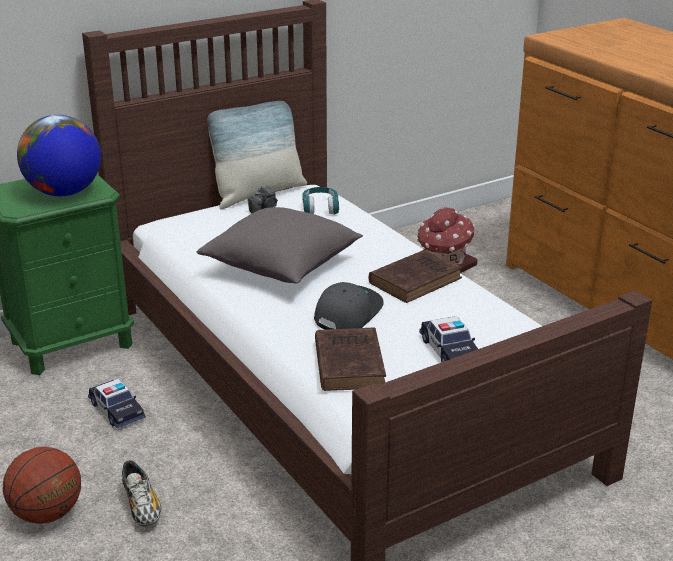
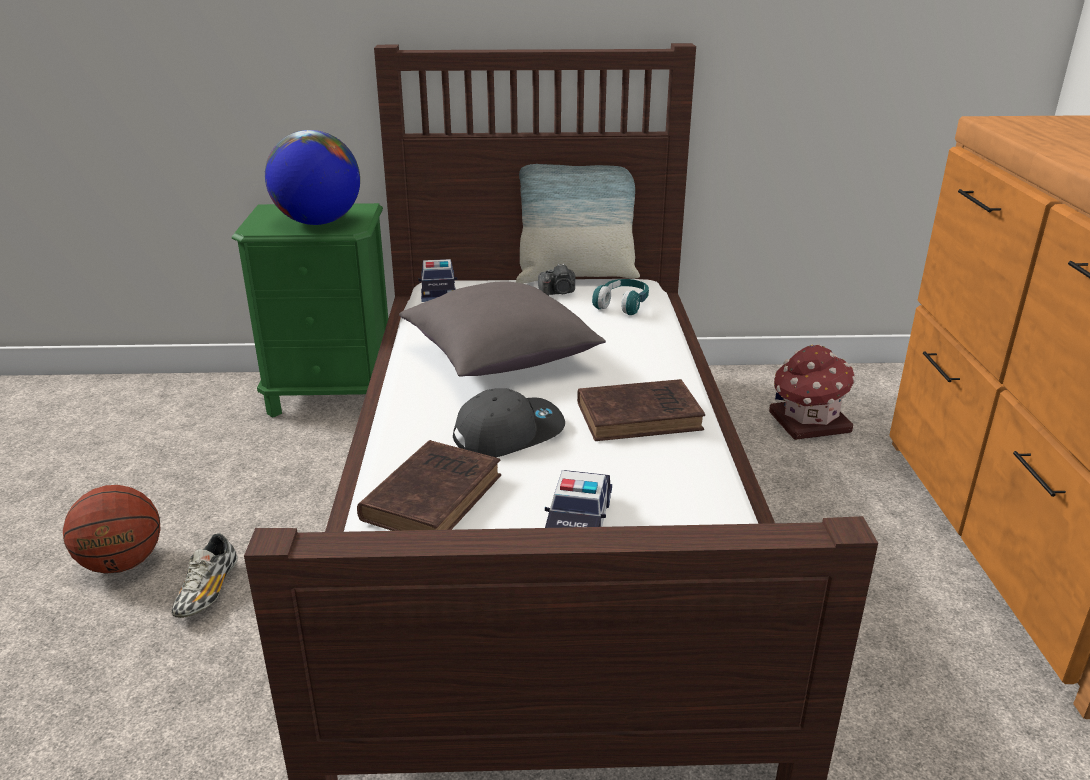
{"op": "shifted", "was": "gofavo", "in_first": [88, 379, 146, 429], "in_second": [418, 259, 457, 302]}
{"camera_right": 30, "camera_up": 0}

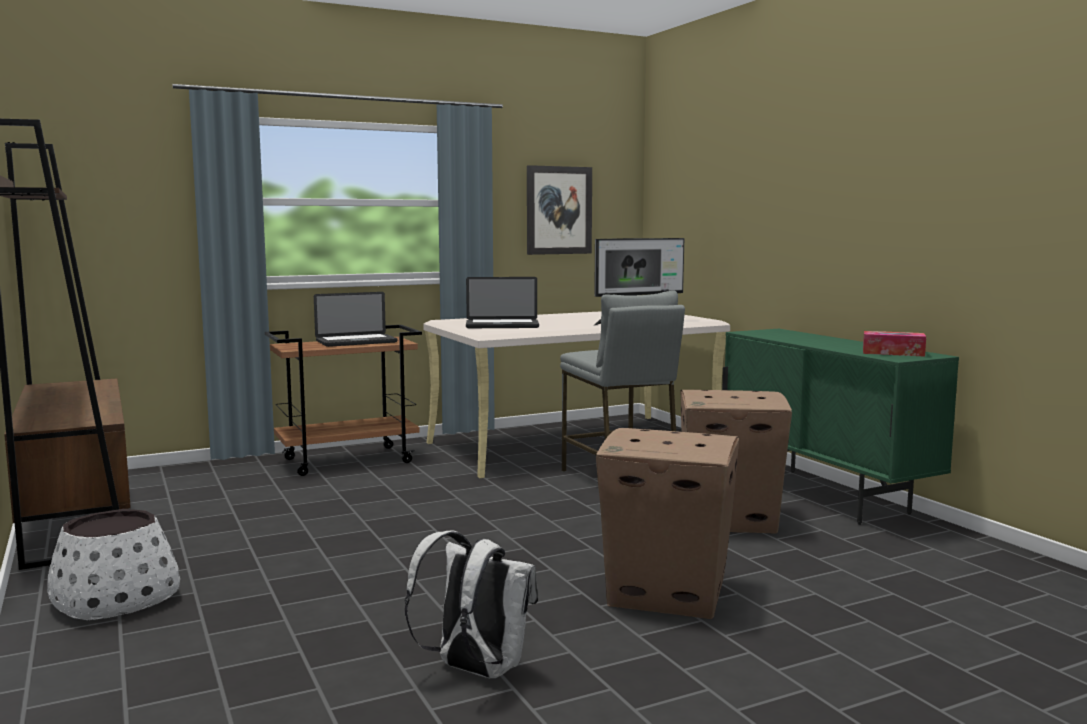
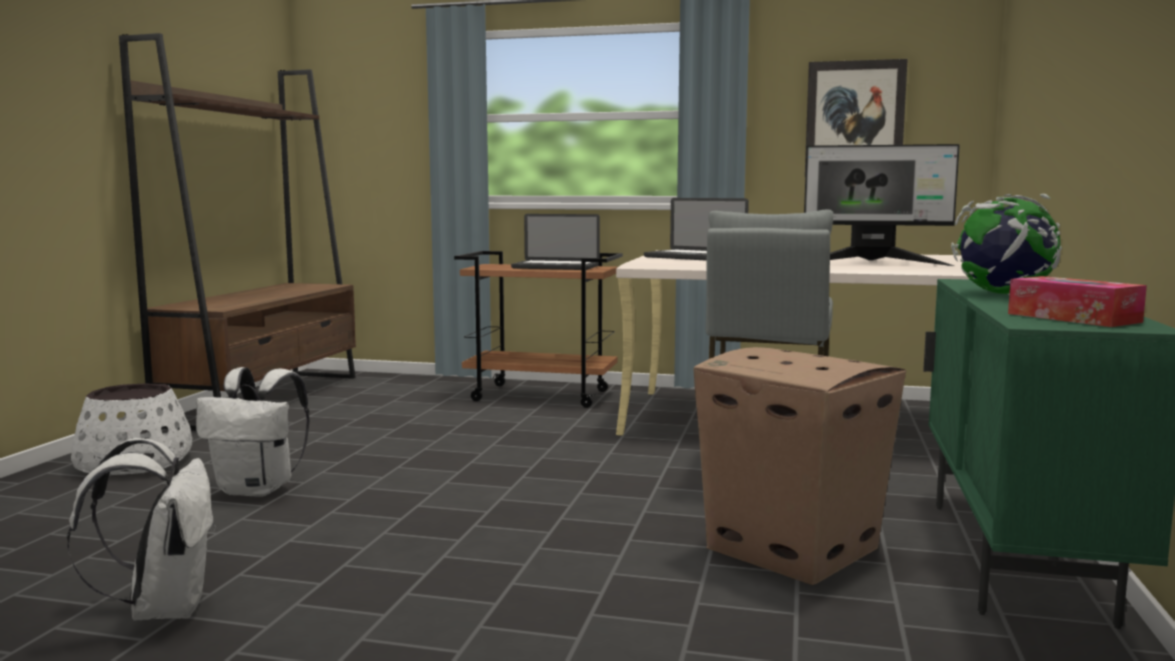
{"op": "gone", "was": "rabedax", "in_first": [596, 428, 739, 619]}
{"op": "new", "now": "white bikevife", "in_second": [196, 367, 310, 497]}
{"op": "new", "now": "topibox", "in_second": [951, 194, 1062, 294]}
{"camera_right": 40, "camera_up": 0}

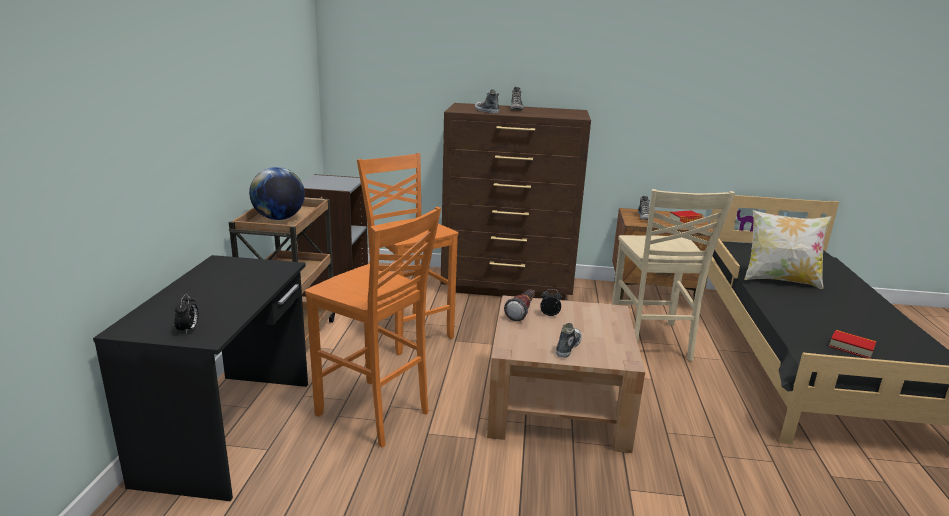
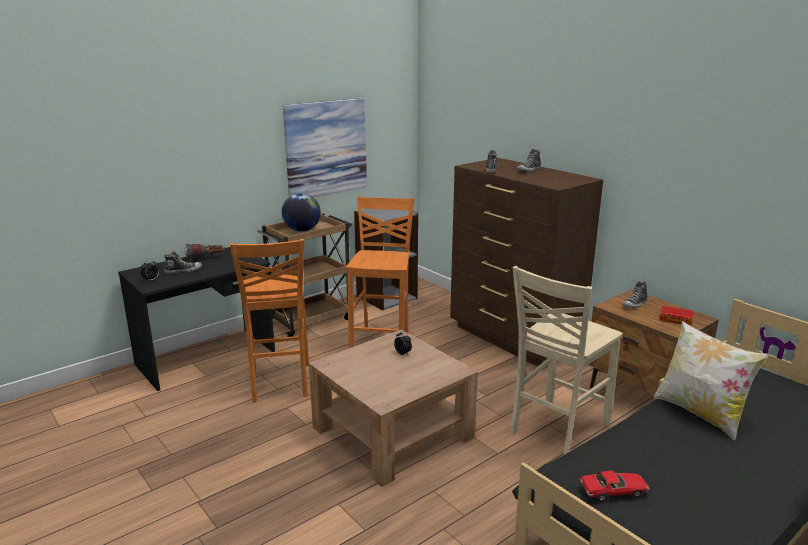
{"op": "new", "now": "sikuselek", "in_second": [283, 98, 367, 197]}
{"op": "shifted", "was": "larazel", "in_first": [504, 289, 535, 321], "in_second": [185, 243, 225, 261]}
{"op": "shifted", "was": "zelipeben", "in_first": [556, 323, 582, 358], "in_second": [164, 251, 202, 274]}
{"op": "swapped", "was": "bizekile", "now": "gofavo", "in_first": [829, 330, 877, 359], "in_second": [580, 470, 649, 502]}
{"camera_right": 45, "camera_up": 0}

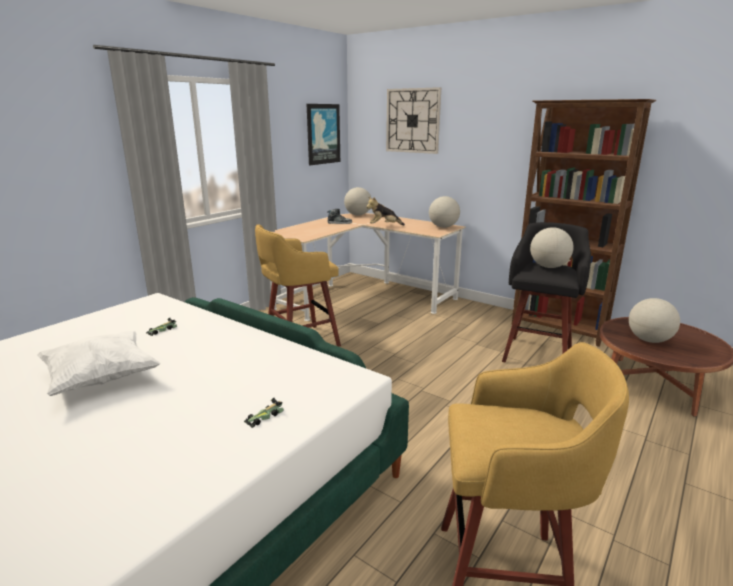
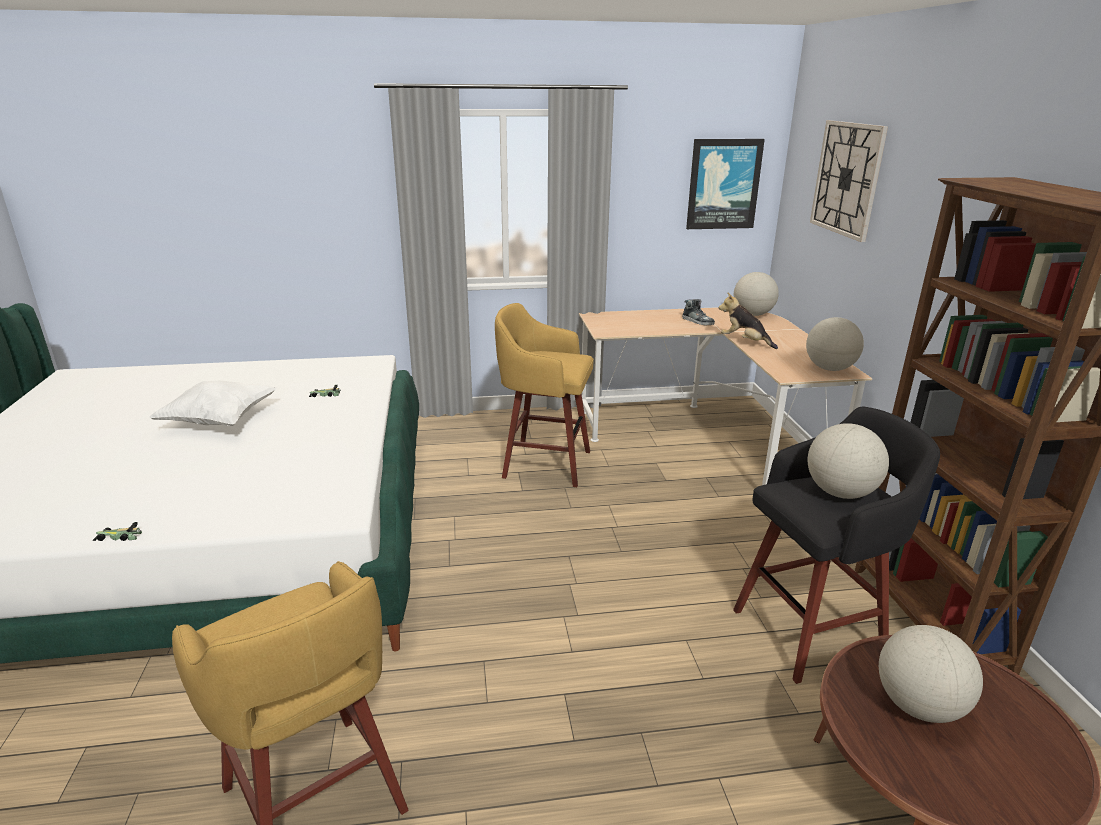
{"op": "shifted", "was": "gofavo", "in_first": [244, 397, 284, 428], "in_second": [92, 522, 142, 541]}
{"camera_right": 45, "camera_up": 5}

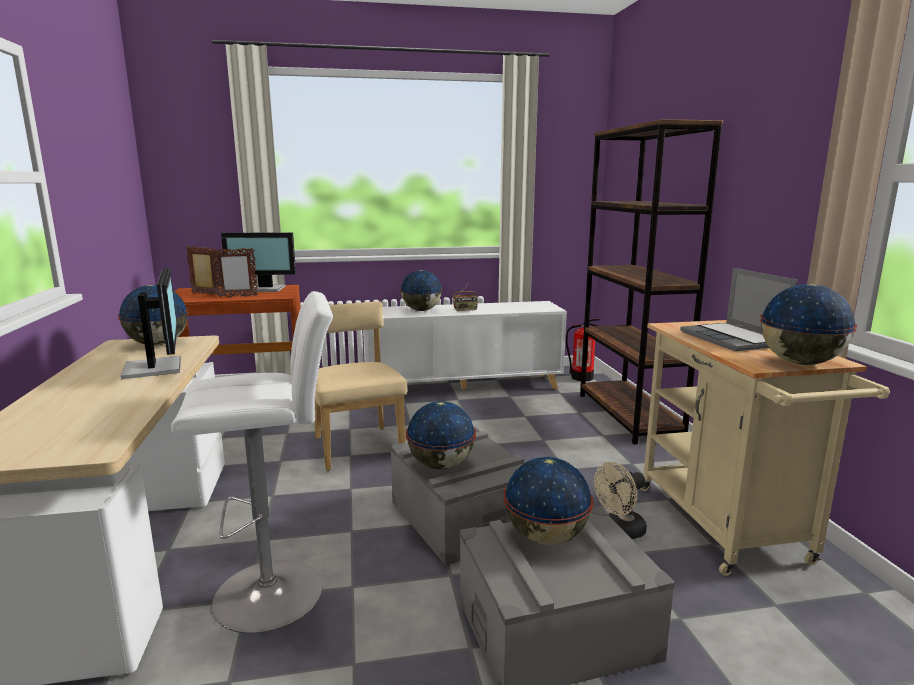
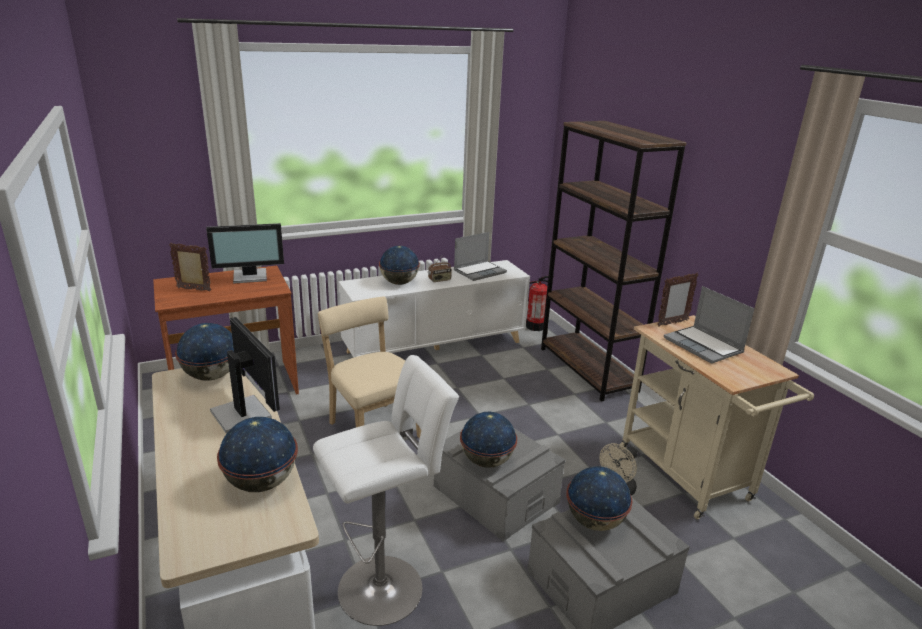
{"op": "new", "now": "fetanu", "in_second": [454, 232, 507, 281]}
{"op": "shifted", "was": "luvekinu", "in_first": [212, 248, 258, 297], "in_second": [657, 273, 698, 326]}
{"op": "shifted", "was": "topibox", "in_first": [760, 284, 857, 365], "in_second": [217, 417, 298, 492]}
{"camera_right": -15, "camera_up": 10}

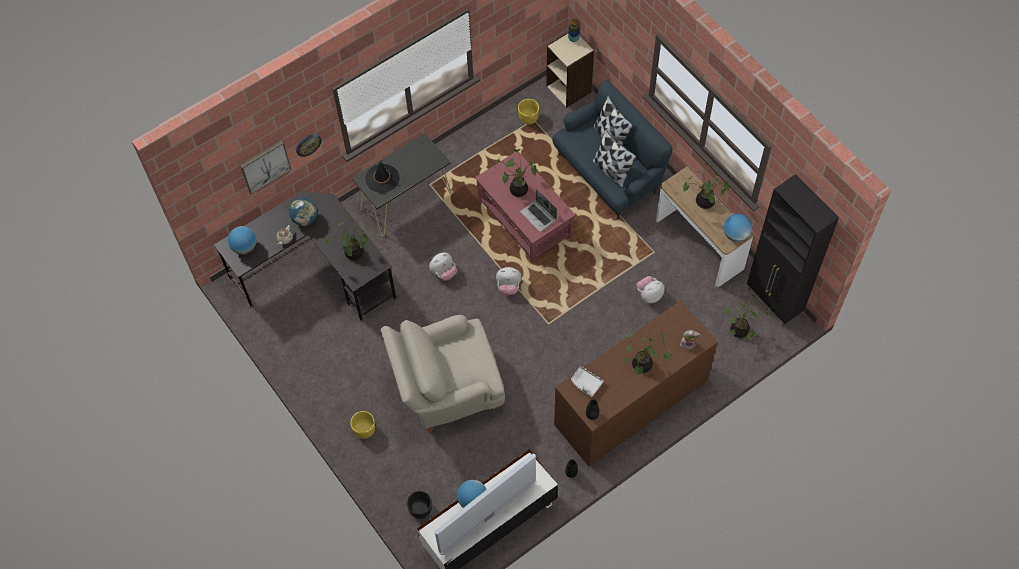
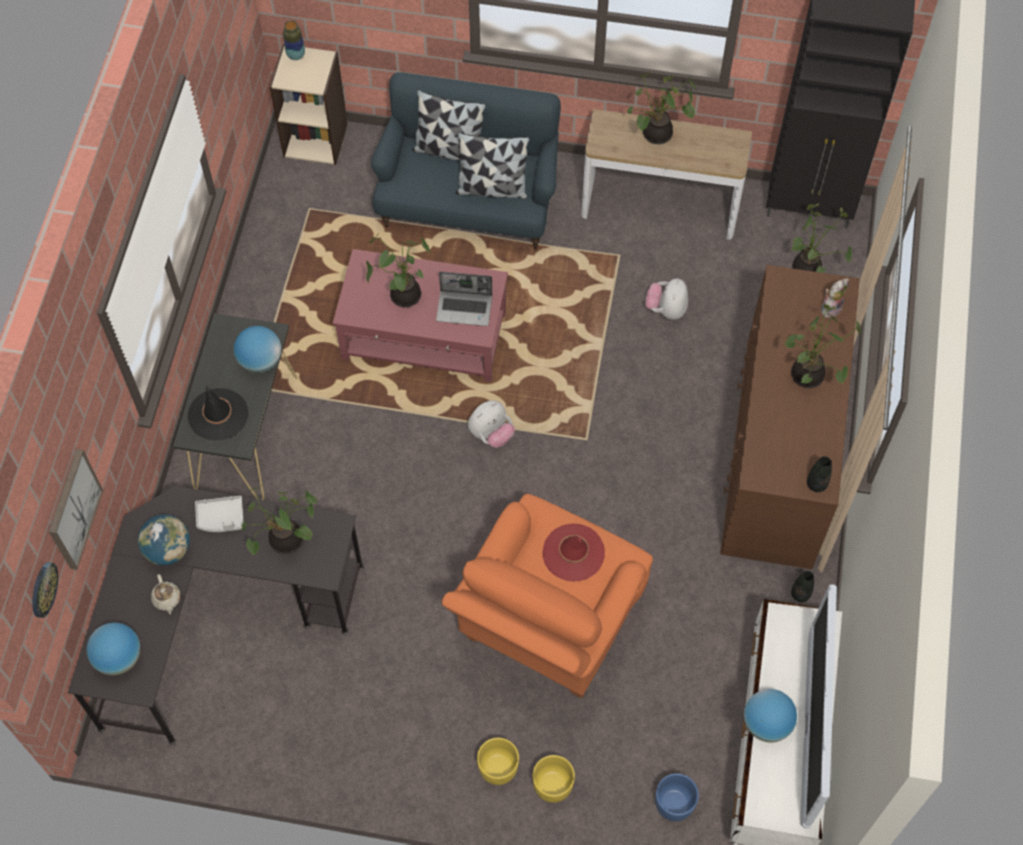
{"op": "gone", "was": "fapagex", "in_first": [429, 252, 457, 281]}
{"op": "new", "now": "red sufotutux", "in_second": [542, 523, 605, 581]}
{"op": "shifted", "was": "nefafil", "in_first": [296, 134, 321, 157], "in_second": [32, 562, 58, 618]}
{"op": "shifted", "was": "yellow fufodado", "in_first": [518, 99, 539, 125], "in_second": [533, 755, 575, 803]}
{"op": "shifted", "was": "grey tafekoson", "in_first": [571, 366, 604, 397], "in_second": [195, 496, 244, 532]}
{"op": "shifted", "was": "topibox", "in_first": [724, 214, 752, 242], "in_second": [234, 326, 281, 373]}
{"op": "repainted", "was": "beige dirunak", "now": "orange dirunak", "in_first": [381, 315, 505, 432], "in_second": [442, 494, 653, 698]}
{"op": "repainted", "was": "black fufodado", "now": "blue fufodado", "in_first": [407, 491, 432, 519], "in_second": [655, 773, 699, 821]}
{"camera_right": -45, "camera_up": 0}

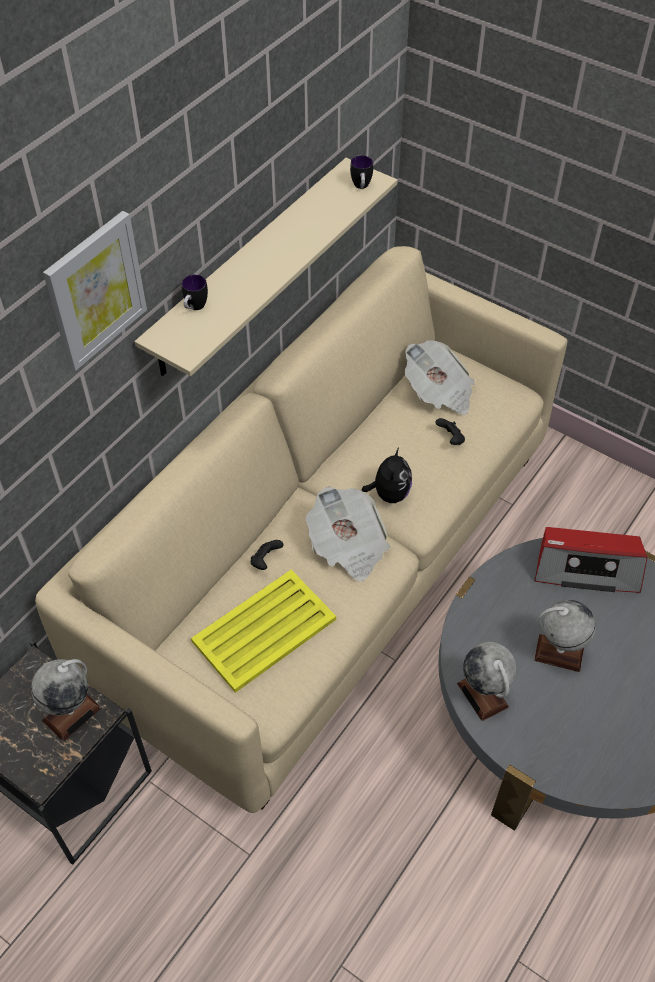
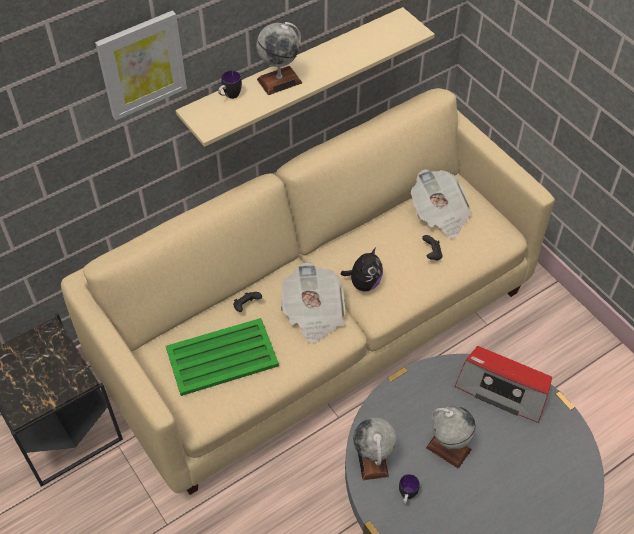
{"op": "shifted", "was": "topibox", "in_first": [31, 659, 101, 742], "in_second": [257, 22, 302, 95]}
{"op": "shifted", "was": "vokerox", "in_first": [350, 155, 373, 189], "in_second": [399, 474, 420, 504]}
{"op": "repainted", "was": "yellow tafekoson", "now": "green tafekoson", "in_first": [191, 570, 336, 693], "in_second": [166, 318, 279, 396]}
{"camera_right": 20, "camera_up": 0}

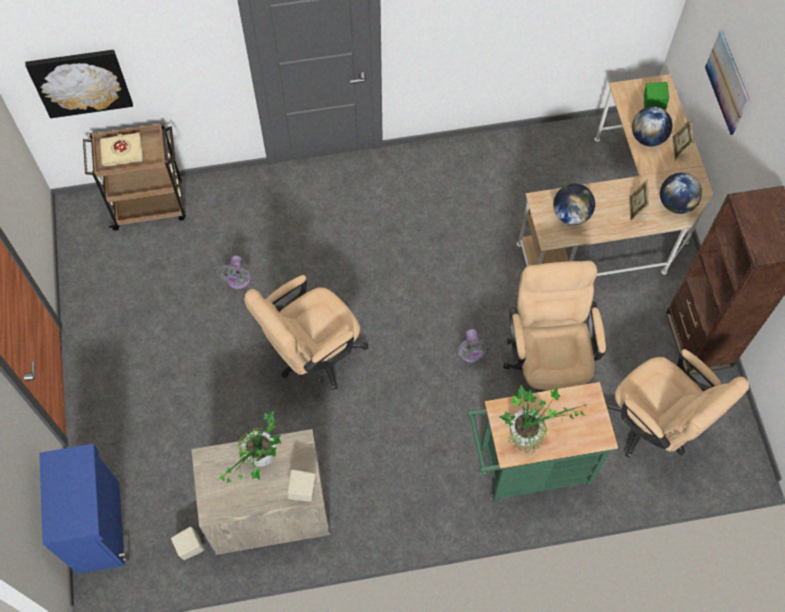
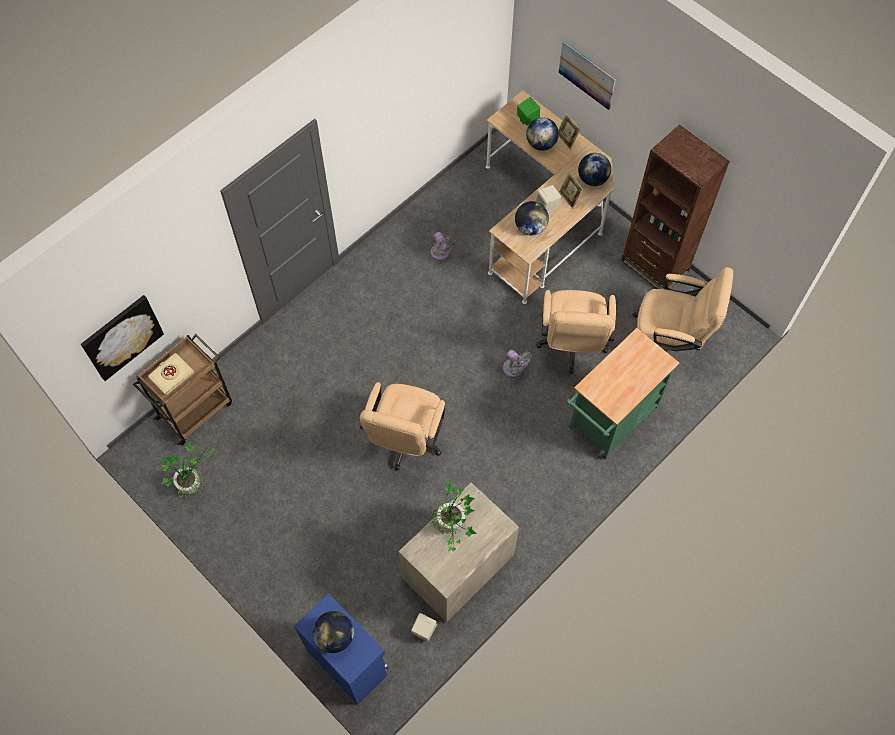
{"op": "new", "now": "topibox", "in_second": [313, 611, 354, 653]}
{"op": "shifted", "was": "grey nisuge", "in_first": [217, 256, 251, 289], "in_second": [431, 232, 457, 260]}
{"op": "shifted", "was": "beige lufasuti", "in_first": [287, 469, 316, 502], "in_second": [536, 185, 561, 212]}
{"op": "shifted", "was": "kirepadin", "in_first": [499, 385, 588, 456], "in_second": [161, 442, 217, 499]}
{"op": "rotated", "was": "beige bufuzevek", "in_first": [503, 261, 606, 393], "in_second": [536, 290, 616, 374], "clockwise": -135}
{"camera_right": -35, "camera_up": 0}

